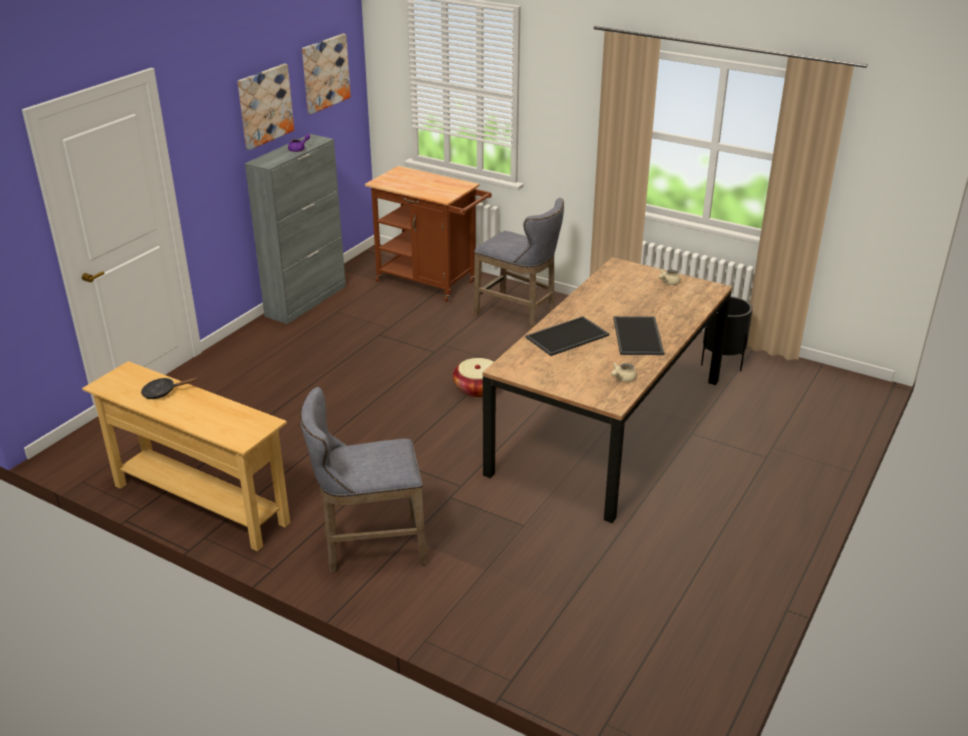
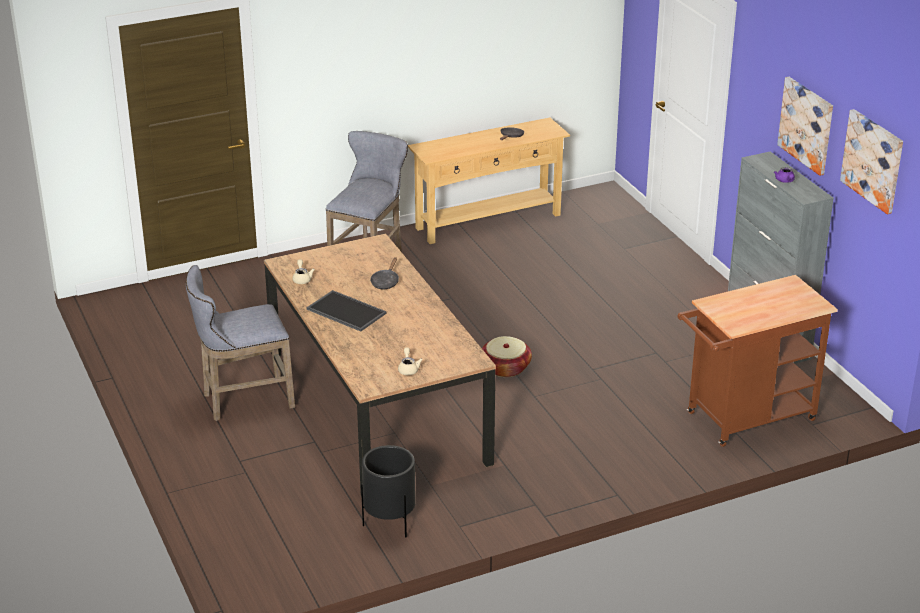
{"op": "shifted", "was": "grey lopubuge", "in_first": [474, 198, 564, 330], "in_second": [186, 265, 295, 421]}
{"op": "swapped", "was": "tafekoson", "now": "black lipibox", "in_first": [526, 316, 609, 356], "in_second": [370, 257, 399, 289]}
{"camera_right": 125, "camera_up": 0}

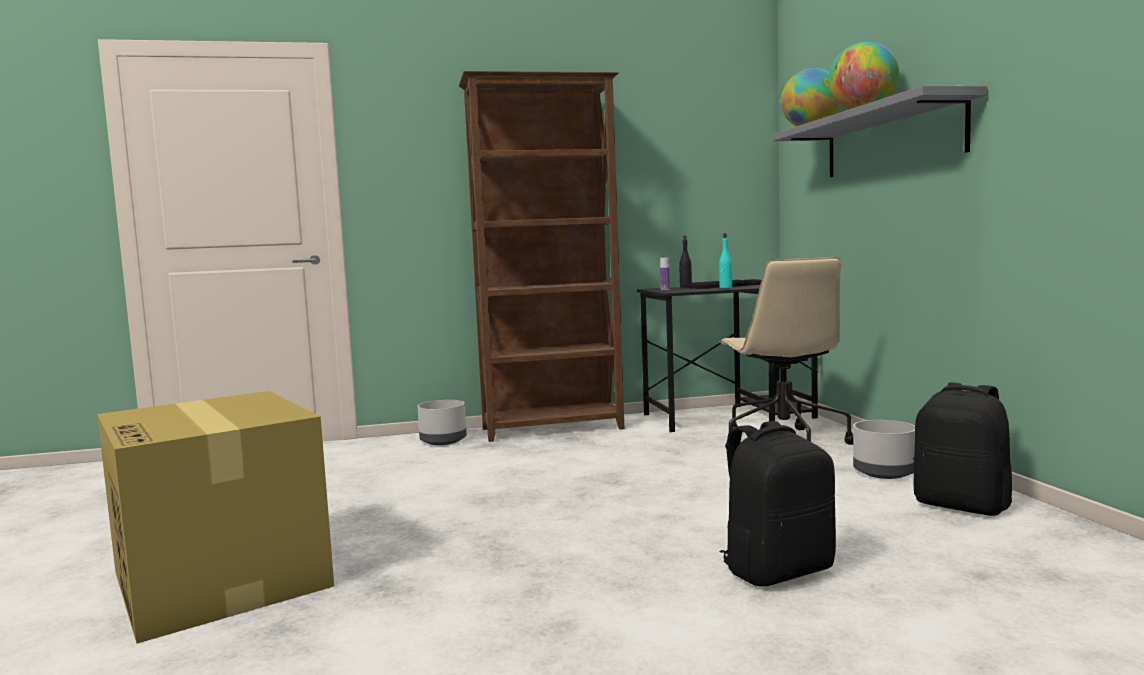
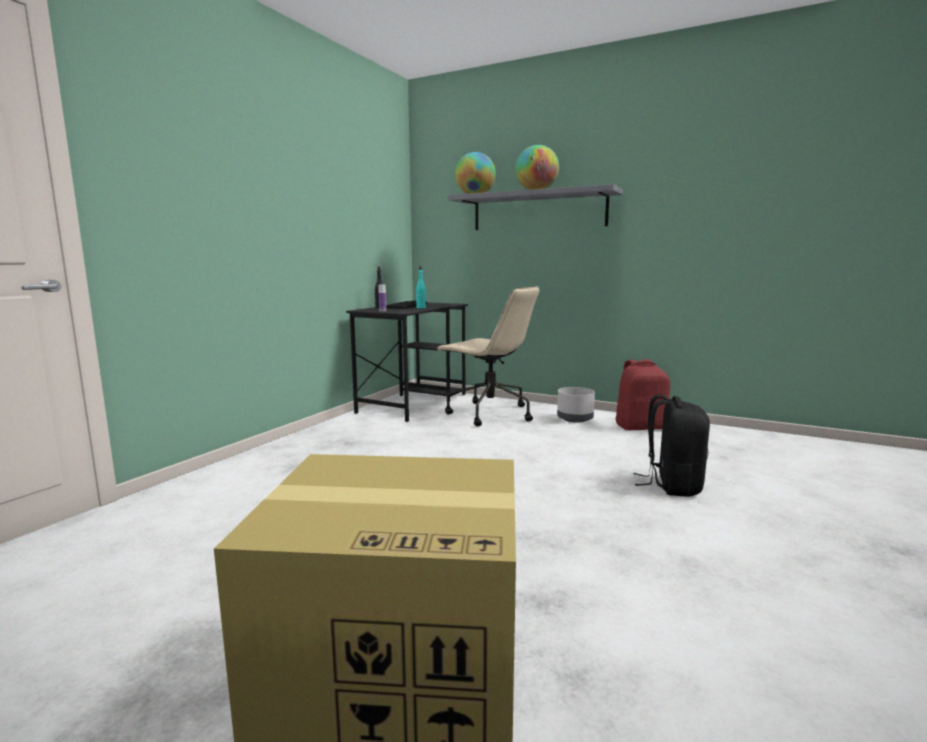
{"op": "gone", "was": "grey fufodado", "in_first": [418, 400, 467, 445]}
{"op": "gone", "was": "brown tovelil", "in_first": [459, 71, 625, 442]}
{"op": "repainted", "was": "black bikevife", "now": "red bikevife", "in_first": [913, 382, 1012, 516], "in_second": [615, 359, 670, 430]}
{"camera_right": -50, "camera_up": 5}

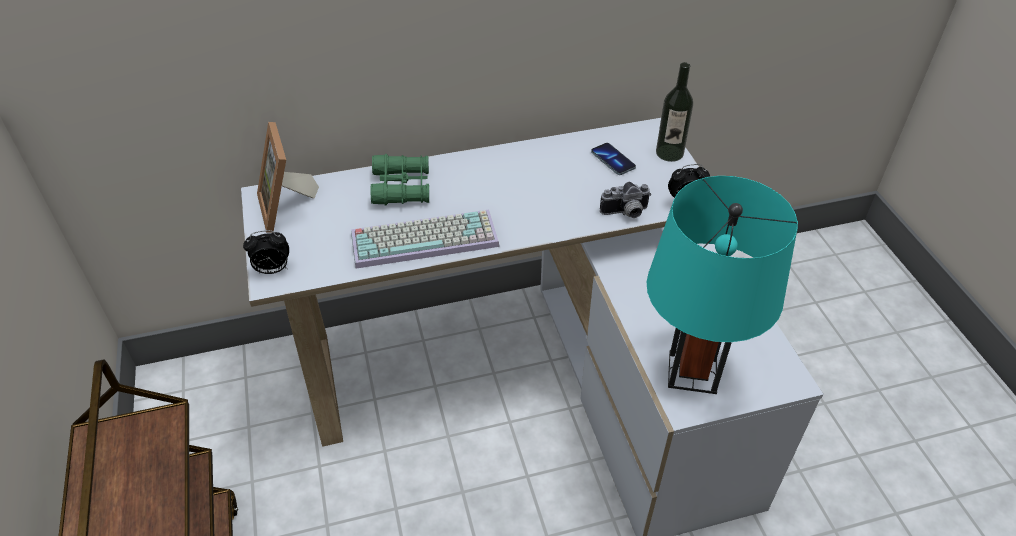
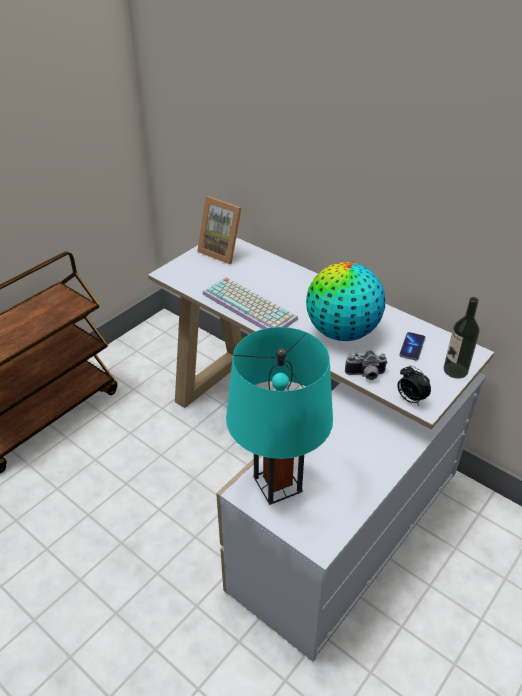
{"op": "gone", "was": "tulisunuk", "in_first": [243, 230, 289, 274]}
{"op": "gone", "was": "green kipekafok", "in_first": [371, 154, 429, 206]}
{"op": "new", "now": "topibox", "in_second": [306, 262, 385, 341]}
{"op": "rotated", "was": "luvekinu", "in_first": [257, 122, 319, 233], "in_second": [197, 196, 241, 264], "clockwise": -90}
{"op": "rotated", "was": "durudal", "in_first": [600, 182, 652, 218], "in_second": [345, 350, 388, 380], "clockwise": -45}
{"camera_right": 55, "camera_up": -5}

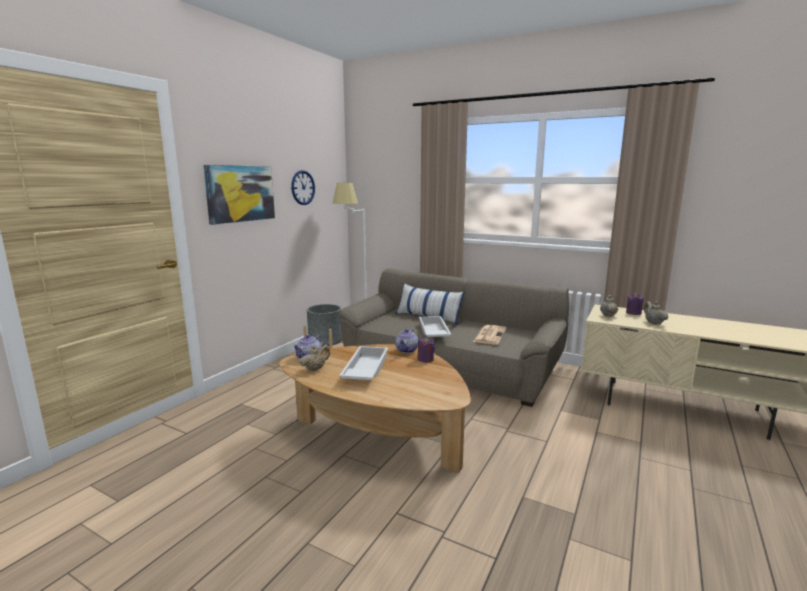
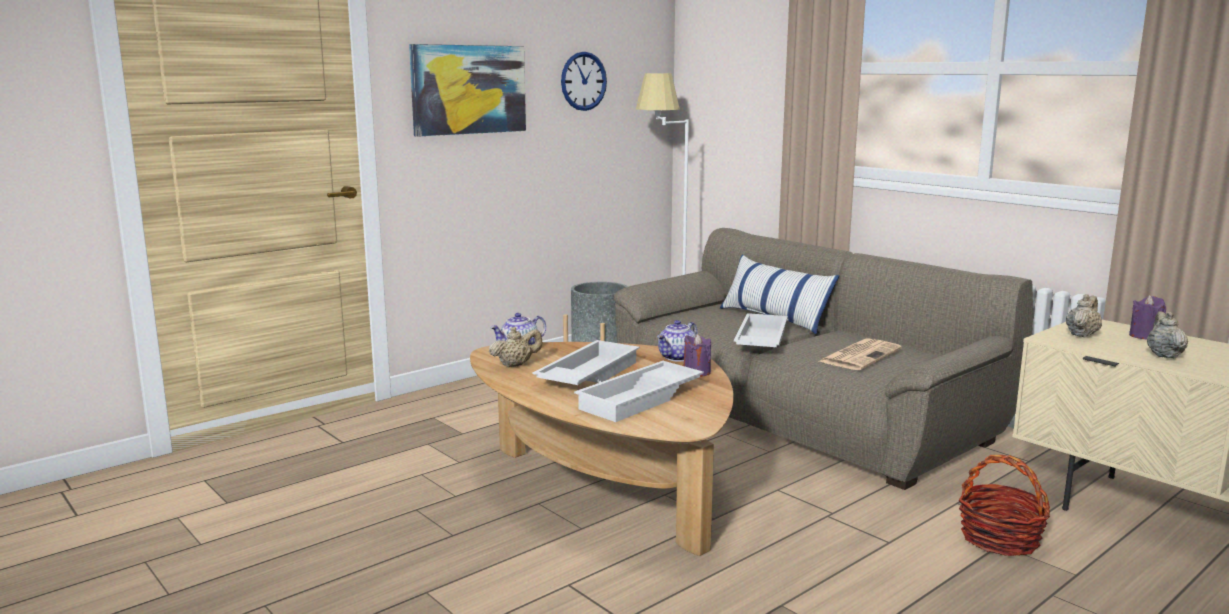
{"op": "new", "now": "white tafekoson", "in_second": [574, 361, 704, 422]}
{"op": "new", "now": "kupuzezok", "in_second": [959, 455, 1050, 556]}
{"camera_right": 20, "camera_up": 0}

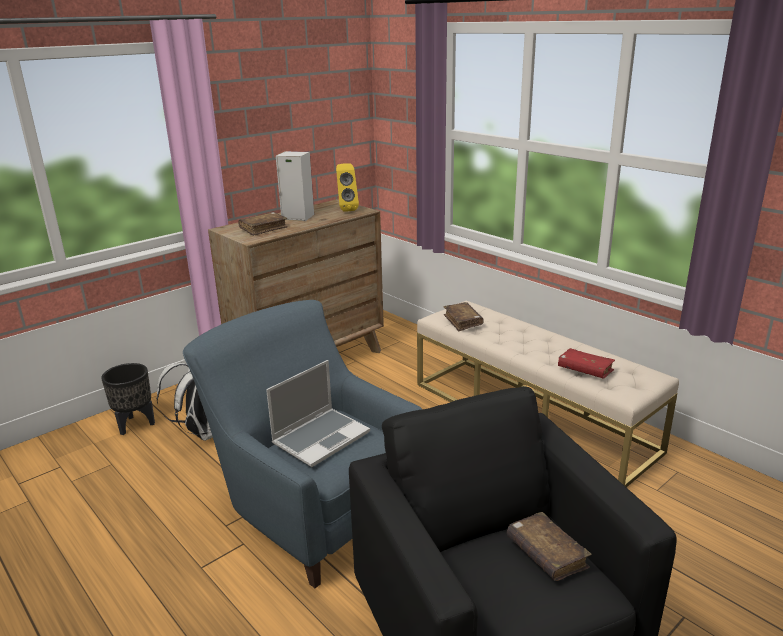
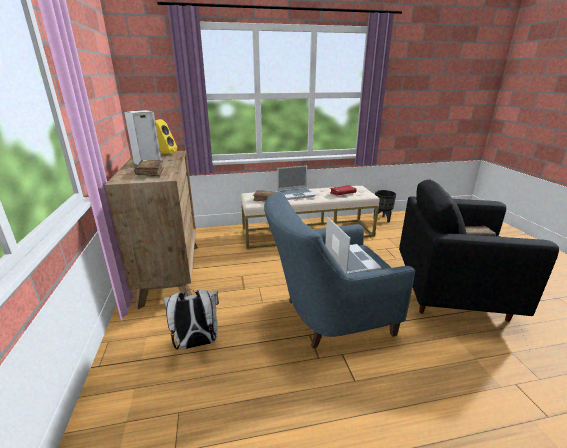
{"op": "new", "now": "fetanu", "in_second": [277, 165, 316, 200]}
{"op": "shifted", "was": "black fufodado", "in_first": [101, 363, 155, 435], "in_second": [374, 190, 396, 223]}
{"camera_right": -60, "camera_up": 0}

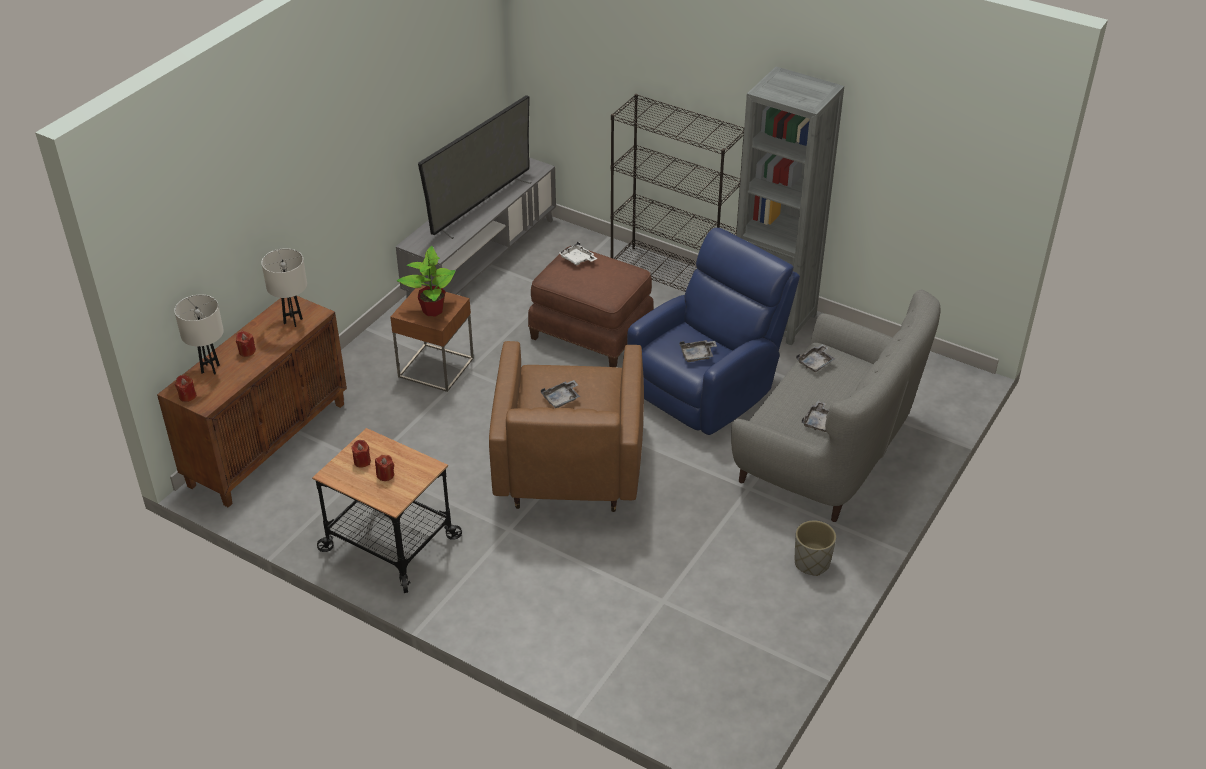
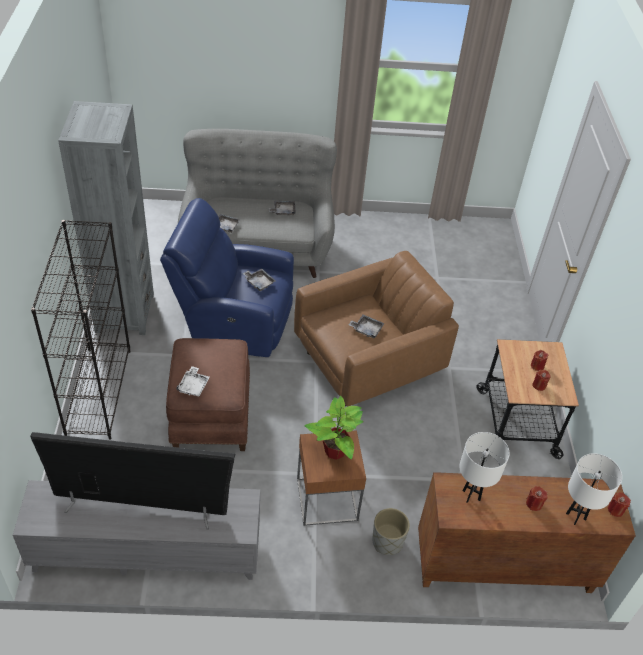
{"op": "shifted", "was": "grey fufodado", "in_first": [795, 521, 836, 576], "in_second": [372, 508, 410, 555]}
{"camera_right": -125, "camera_up": 5}

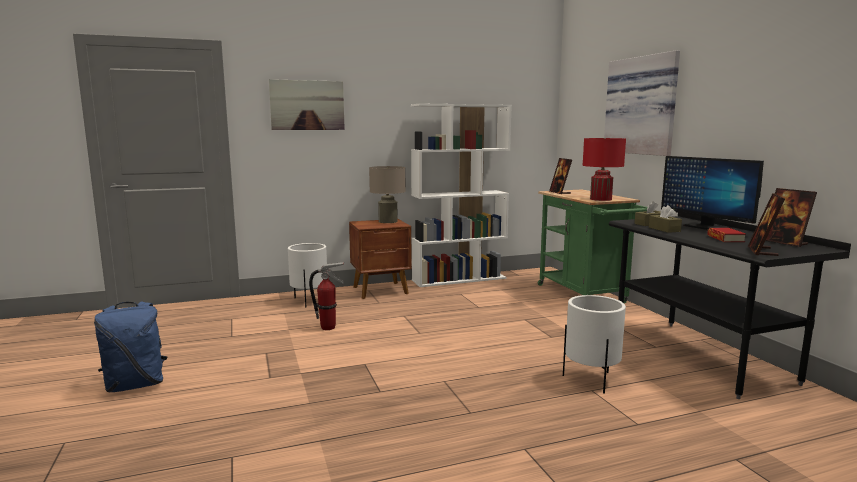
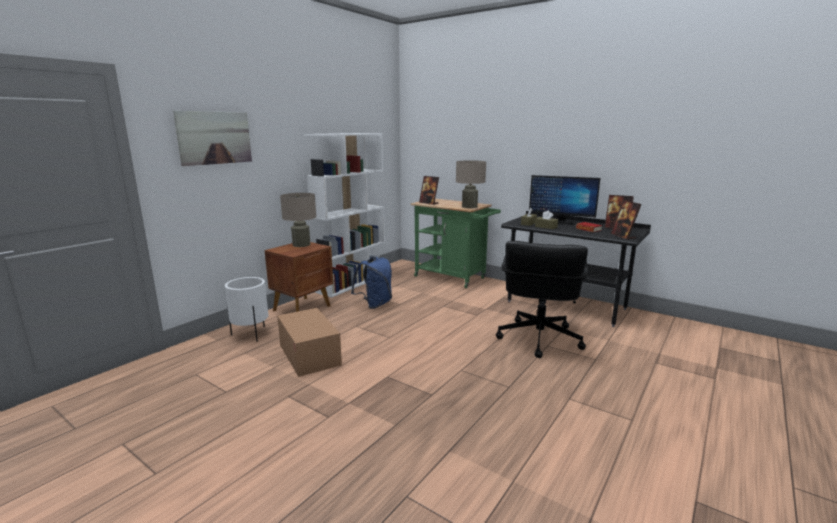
{"op": "gone", "was": "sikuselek", "in_first": [604, 50, 680, 156]}
{"op": "shifted", "was": "blue bikevife", "in_first": [94, 301, 168, 392], "in_second": [351, 257, 392, 309]}
{"op": "swapped", "was": "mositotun", "now": "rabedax", "in_first": [309, 262, 344, 330], "in_second": [277, 308, 342, 377]}
{"op": "swapped", "was": "white fufodado", "now": "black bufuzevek", "in_first": [563, 295, 626, 394], "in_second": [496, 241, 589, 358]}
{"op": "repainted", "was": "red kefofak", "now": "beige kefofak", "in_first": [583, 138, 626, 201], "in_second": [456, 160, 486, 208]}
{"camera_right": -35, "camera_up": 5}

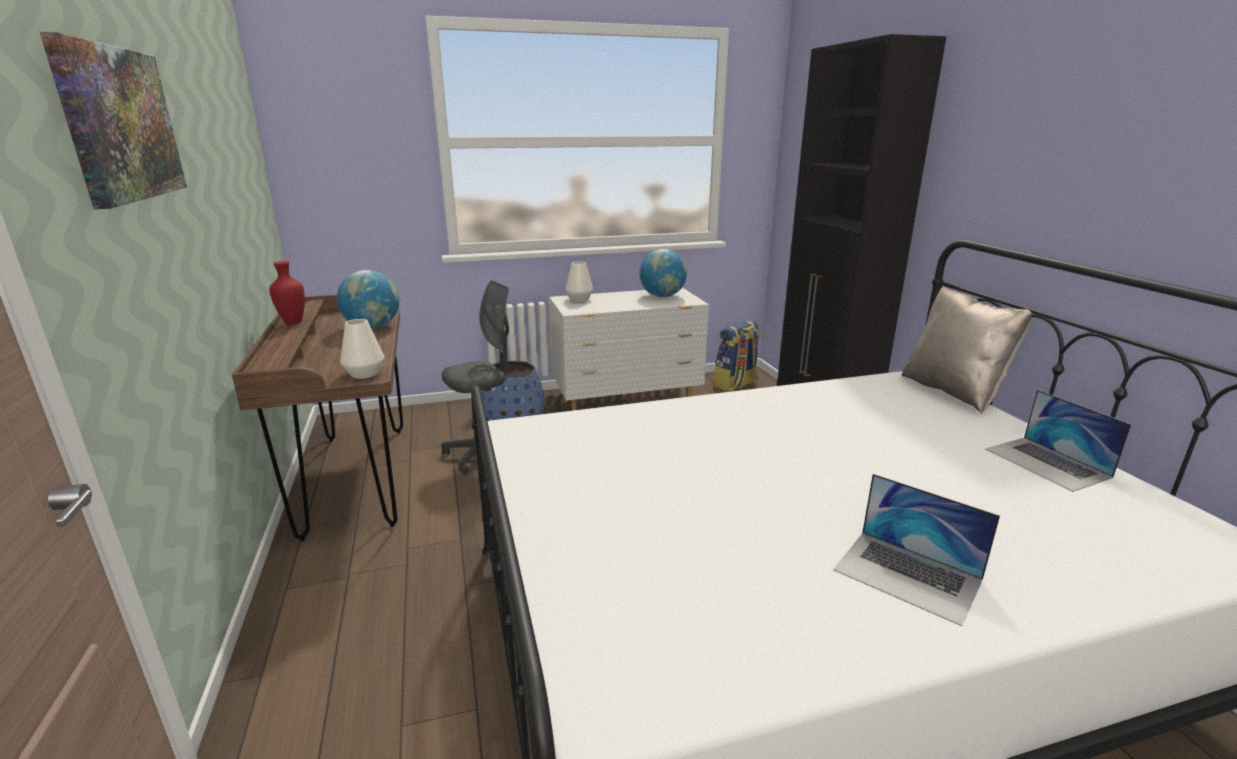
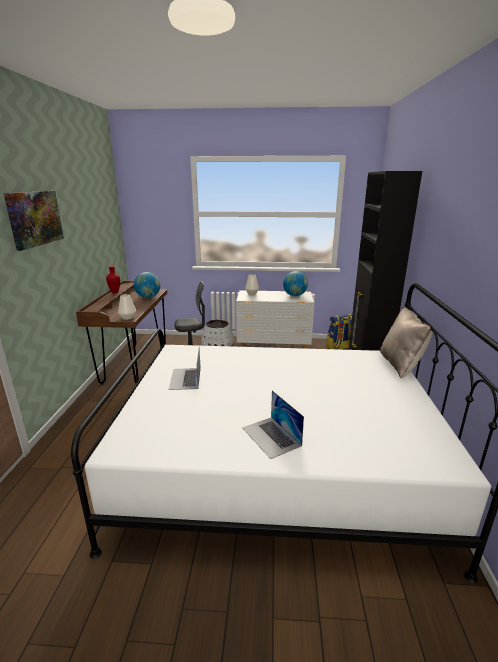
{"op": "shifted", "was": "fetanu", "in_first": [985, 390, 1132, 492], "in_second": [169, 349, 201, 390]}
{"op": "repainted", "was": "blue fufodado", "now": "white fufodado", "in_first": [481, 361, 546, 420], "in_second": [201, 320, 234, 346]}
{"camera_right": 20, "camera_up": 0}

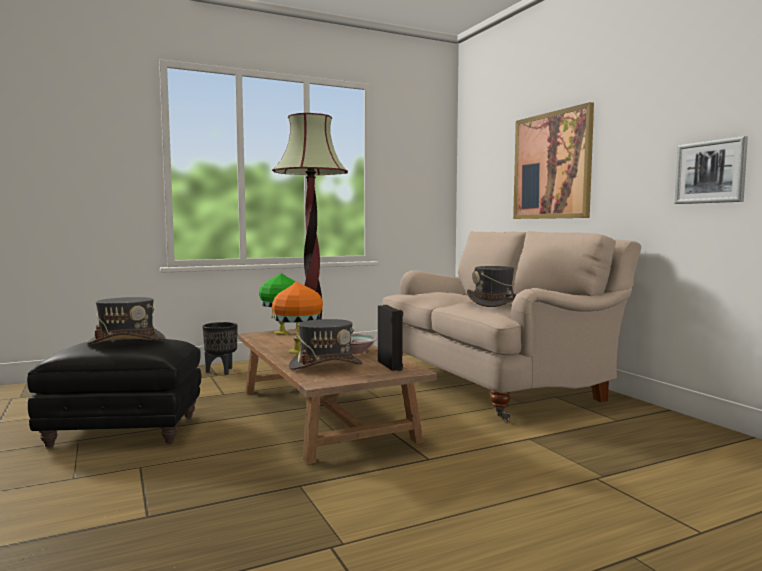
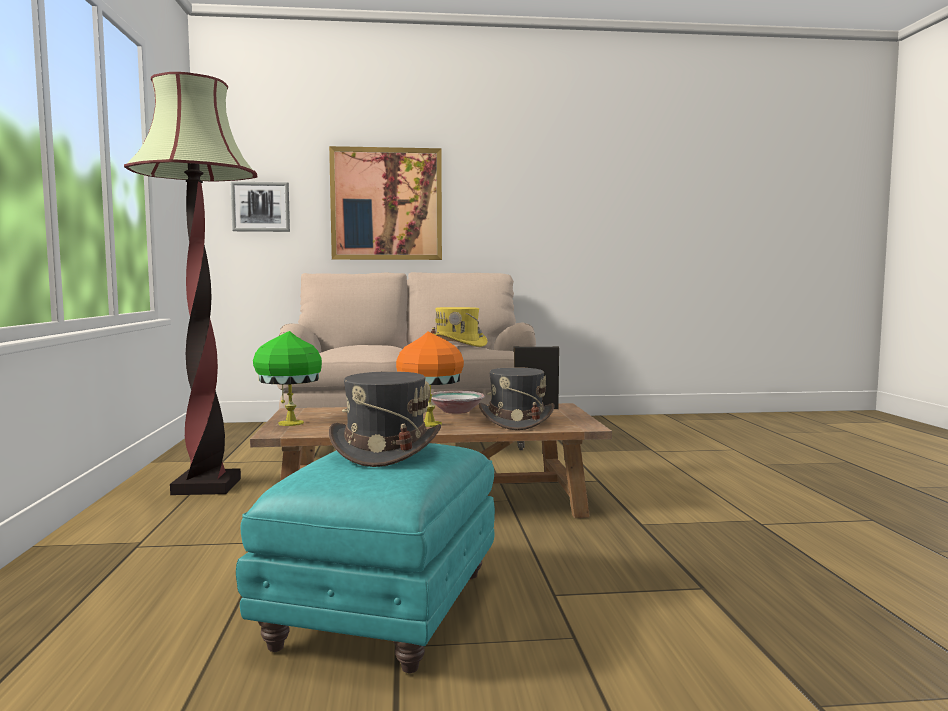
{"op": "gone", "was": "black fufodado", "in_first": [203, 322, 238, 375]}
{"op": "shifted", "was": "sikuselek", "in_first": [674, 136, 748, 204], "in_second": [231, 182, 290, 232]}
{"op": "repainted", "was": "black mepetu", "now": "turquoise mepetu", "in_first": [27, 339, 201, 447], "in_second": [236, 443, 495, 674]}
{"op": "repainted", "was": "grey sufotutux", "now": "yellow sufotutux", "in_first": [467, 266, 521, 307], "in_second": [431, 307, 487, 347]}
{"camera_right": -70, "camera_up": 0}

